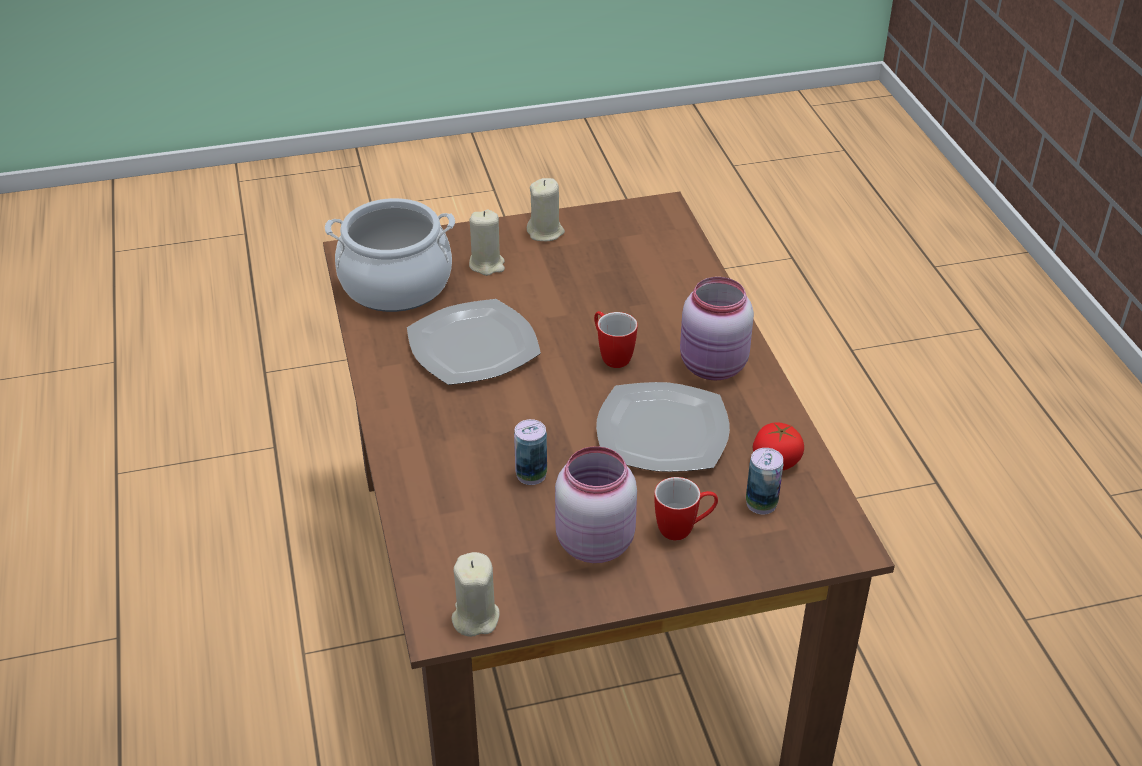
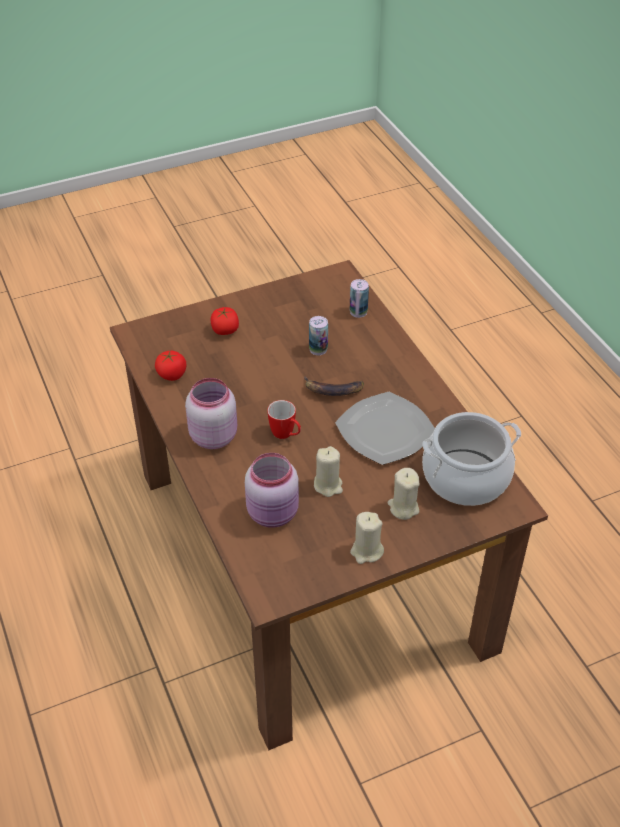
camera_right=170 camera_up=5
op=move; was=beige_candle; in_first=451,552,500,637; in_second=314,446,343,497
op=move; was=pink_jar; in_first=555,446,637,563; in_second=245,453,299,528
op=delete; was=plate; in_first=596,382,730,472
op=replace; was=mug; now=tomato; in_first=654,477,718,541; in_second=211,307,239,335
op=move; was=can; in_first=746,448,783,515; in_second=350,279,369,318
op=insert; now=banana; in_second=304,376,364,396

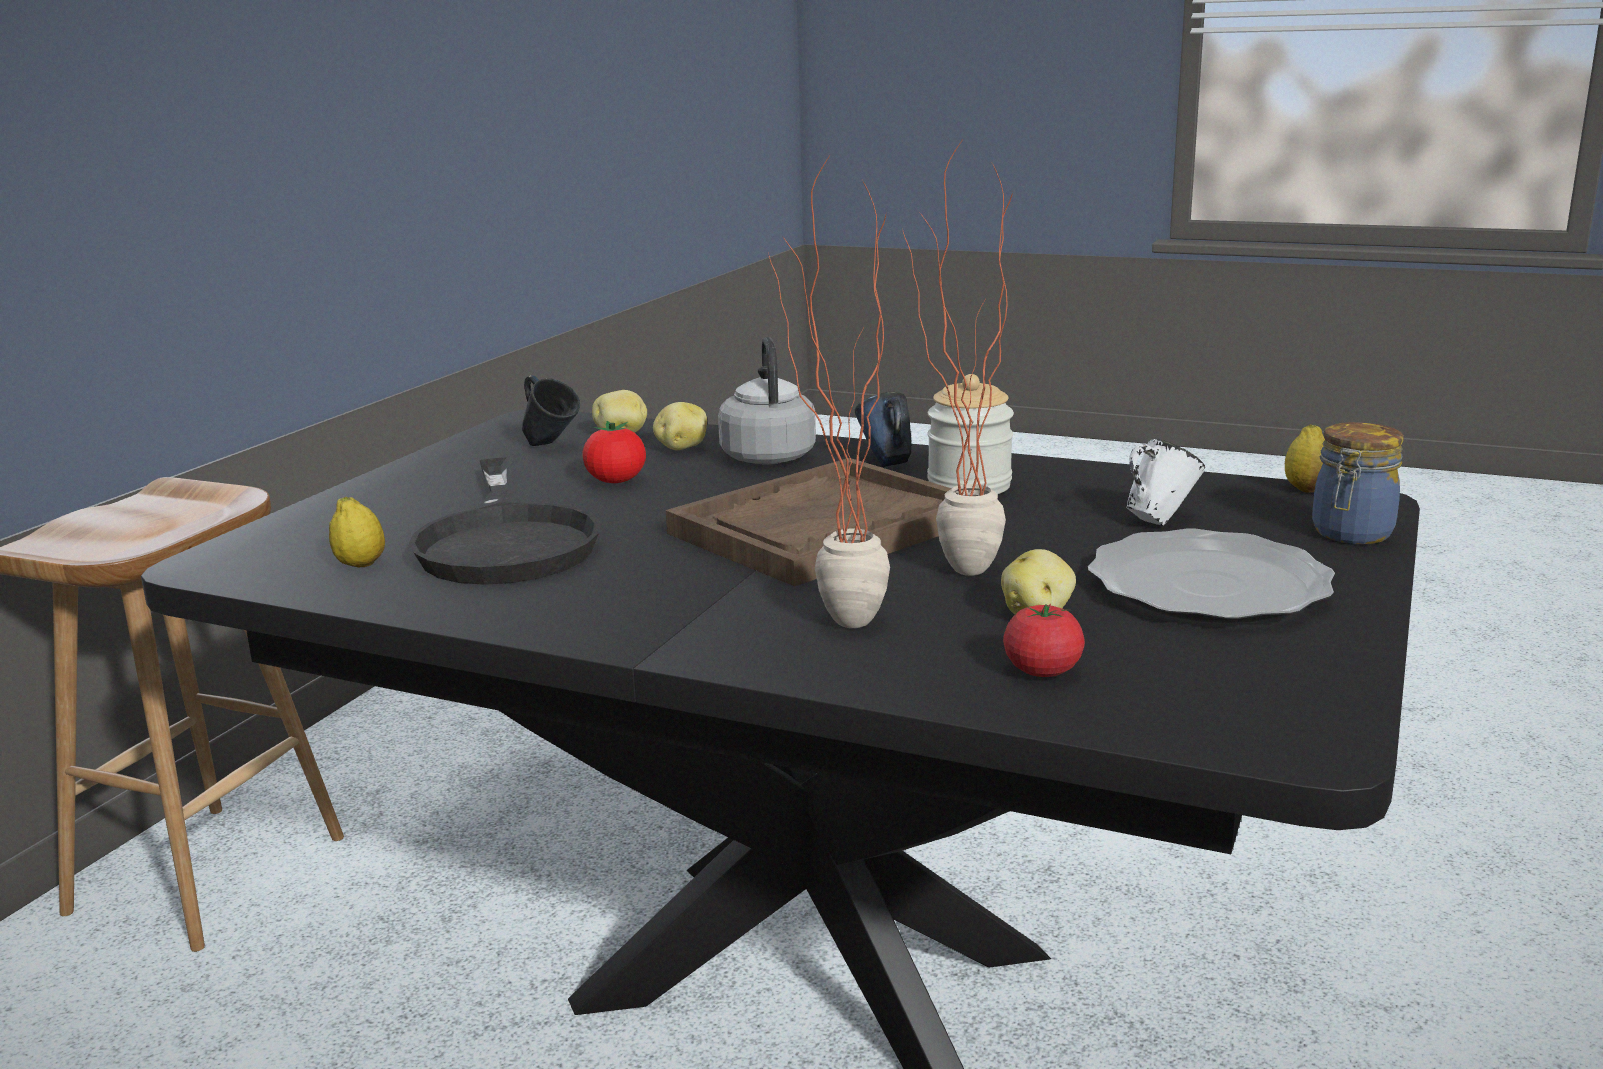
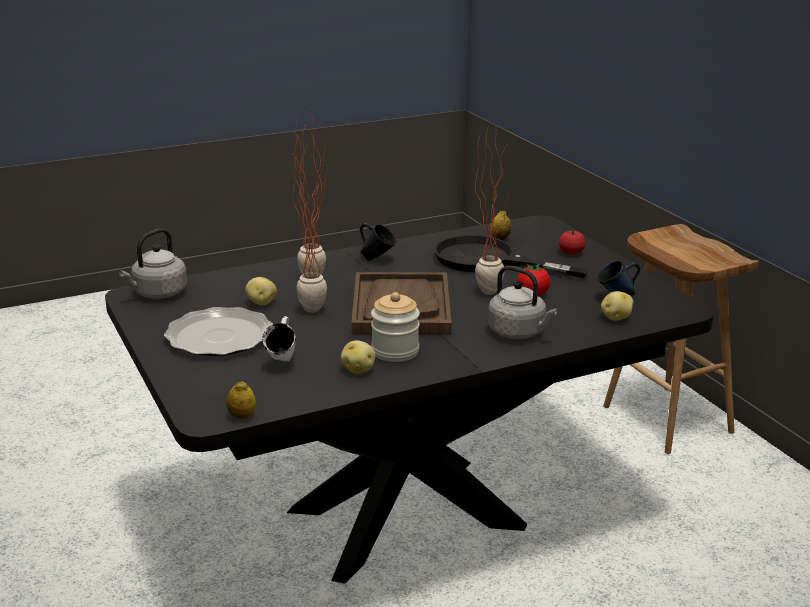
camera_right=130 camera_up=5
op=move; was=potato; in_first=653,402,707,450; in_second=341,340,376,374
op=move; was=blue_mug; in_first=855,392,911,467; in_second=360,223,396,261
op=move; was=tomato; in_first=1003,604,1085,677; in_second=559,230,586,255
op=delete; was=jar; in_first=1312,422,1404,544
op=insert; now=grey_kettle; in_second=119,228,187,299
op=insert; now=potted_plant; in_second=475,113,508,295

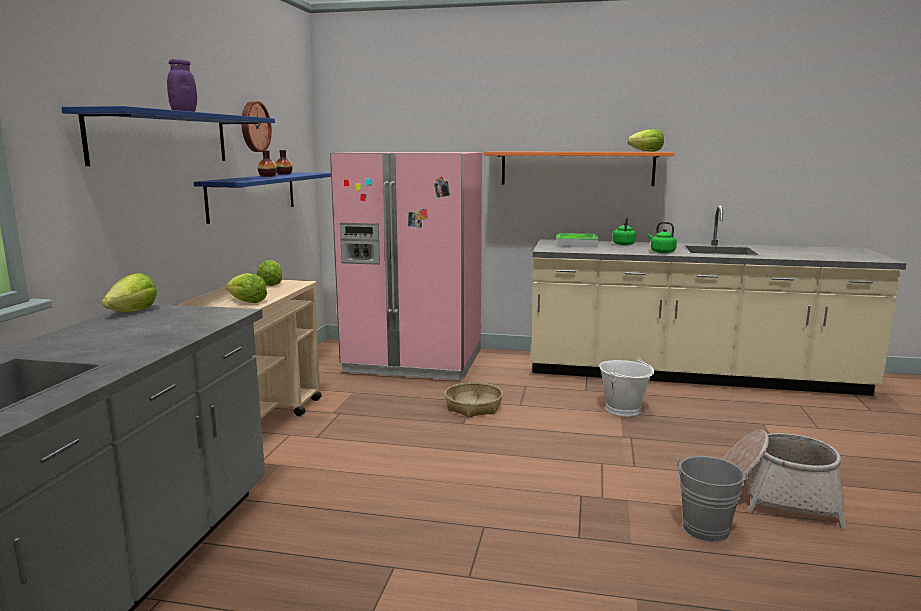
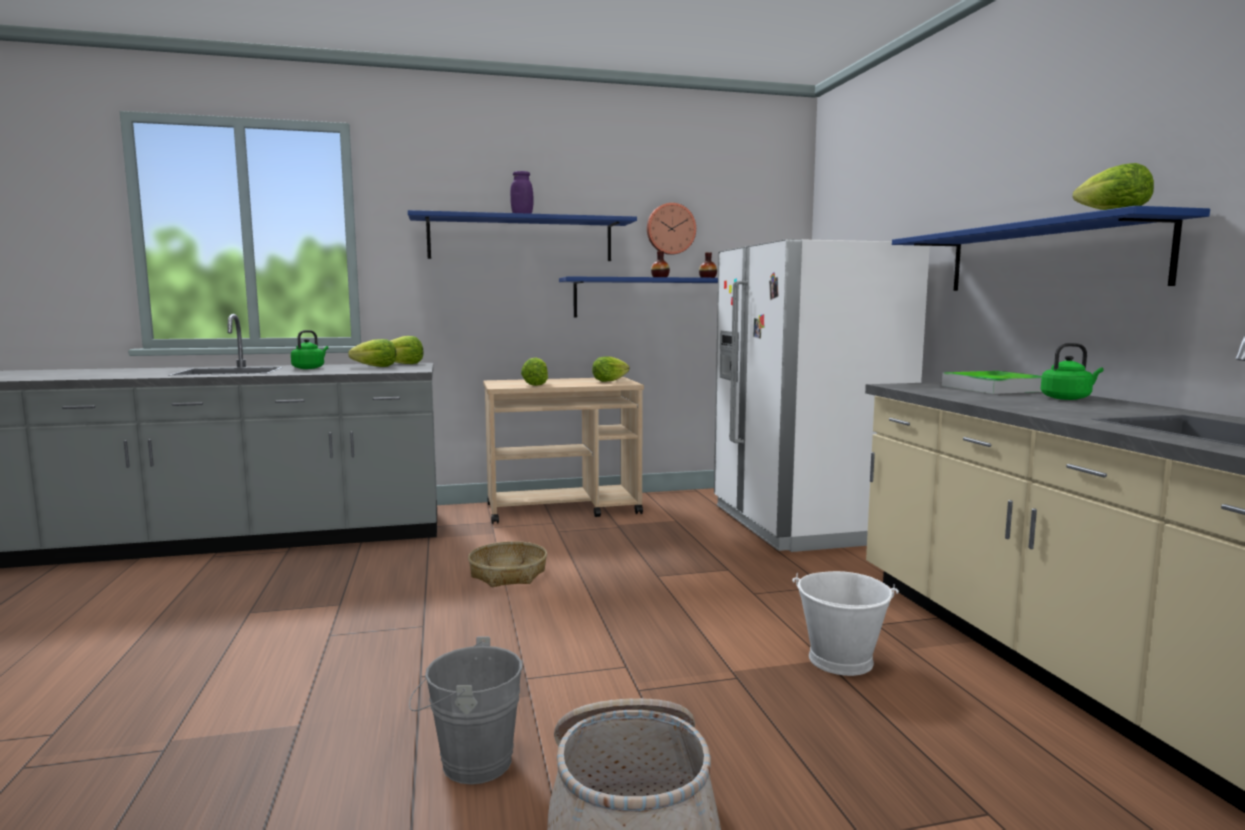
camera_right=65 camera_up=-5
op=recolor; was=pink_fridge; now=white_fridge; in_first=330,152,482,380; in_second=714,239,930,552
op=move; was=basket; in_first=445,382,503,418; in_second=468,541,547,587
op=recolor; was=orange_shelf; now=blue_shelf; in_first=484,152,674,186; in_second=892,206,1210,291
op=move; was=green_kettle; in_first=648,222,677,253; in_second=291,330,328,369
op=insert; now=lettuce; in_second=348,339,396,367

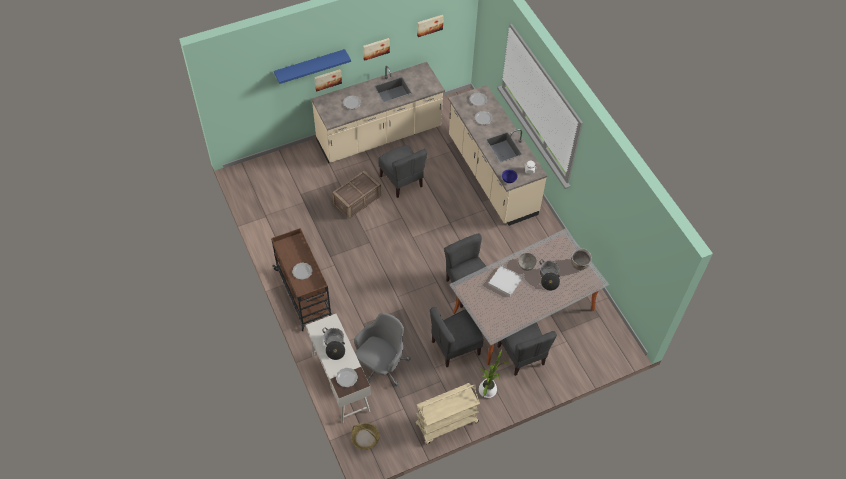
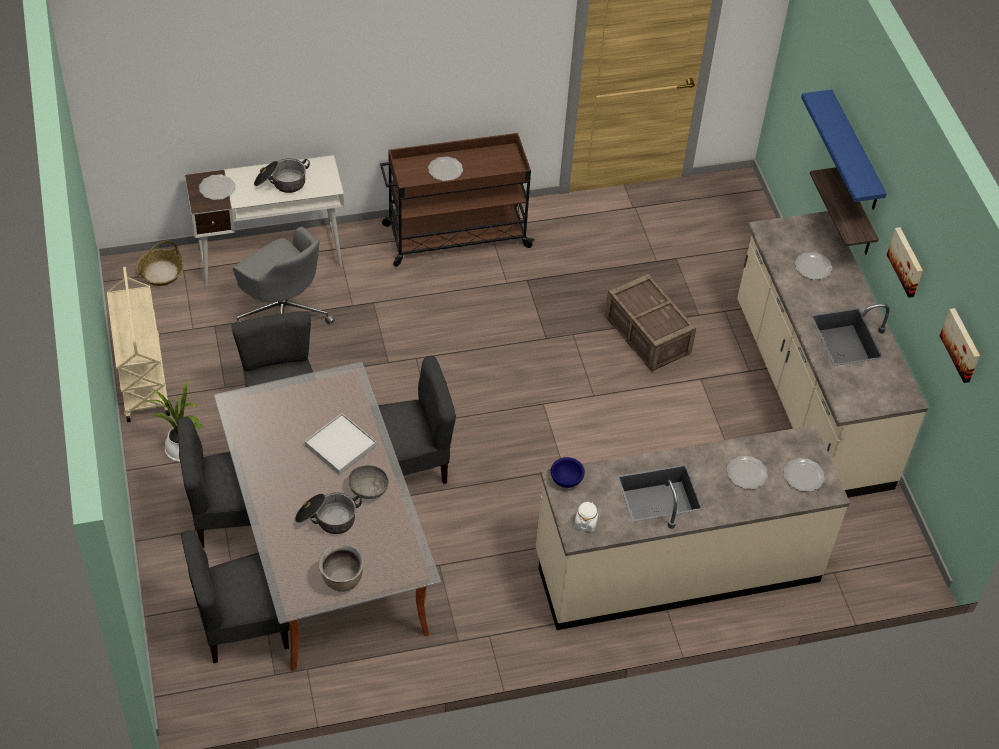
camera_right=100 camera_up=-5
op=replace; was=picture; now=shelf; in_first=314,69,342,92; in_second=810,167,879,254
op=move; was=grey_chair; in_first=378,145,428,198; in_second=181,530,289,663

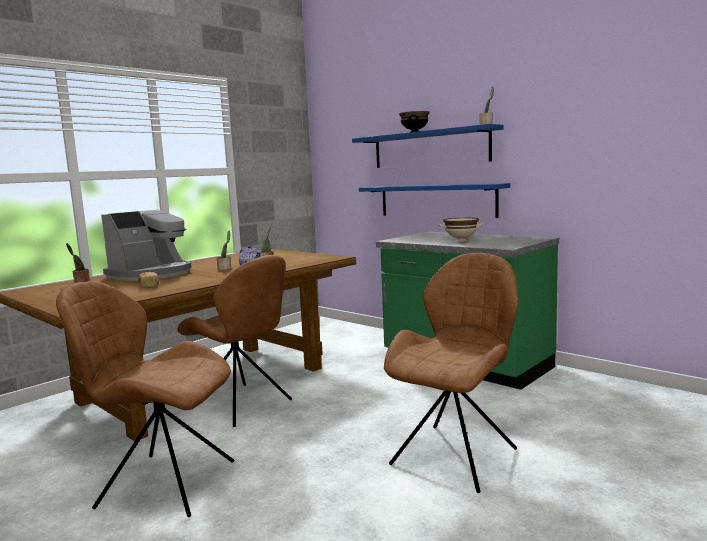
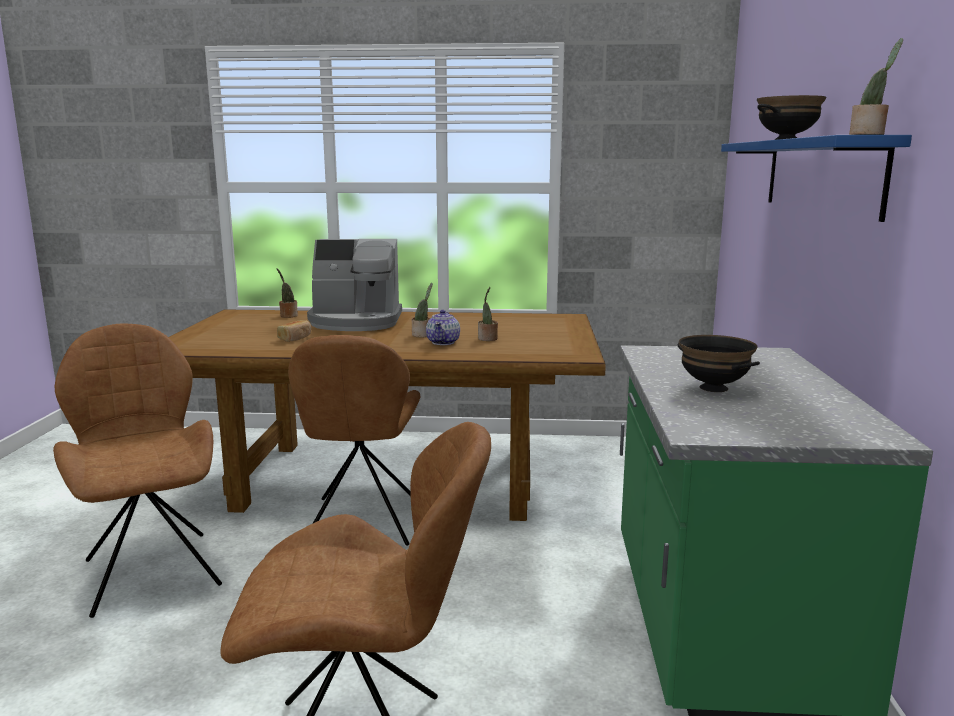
camera_right=50 camera_up=5
op=delete; was=blue_shelf; in_first=359,183,510,218
op=recolor; was=beige_bowl; now=black_bowl; in_first=438,218,485,242; in_second=678,335,760,392

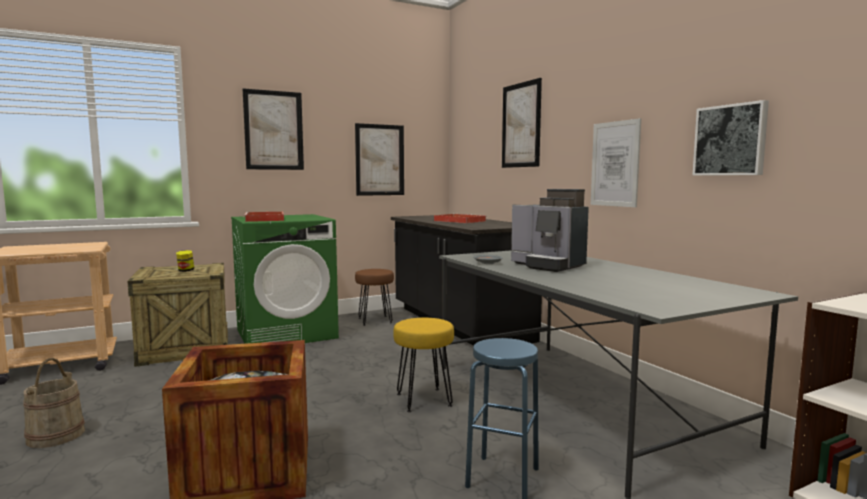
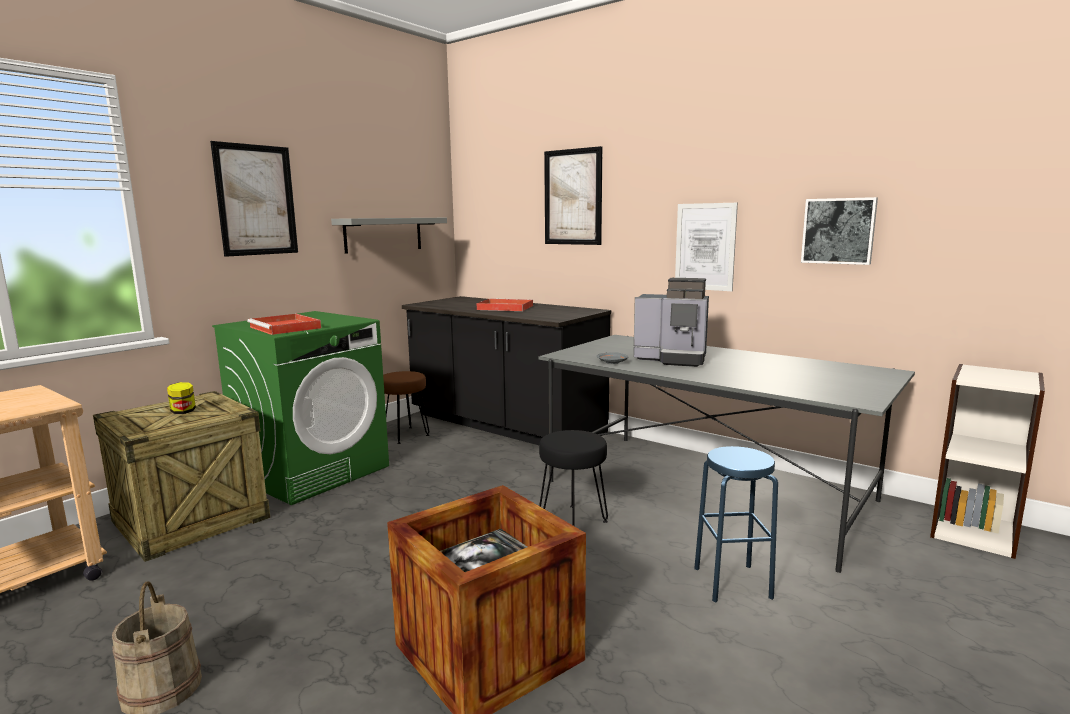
camera_right=-25 camera_up=5
op=replace; was=picture; now=grey_shelf; in_first=355,123,404,196; in_second=331,218,447,254
op=recolor; was=yellow_stool; now=black_stool; in_first=393,318,454,412; in_second=539,430,608,526

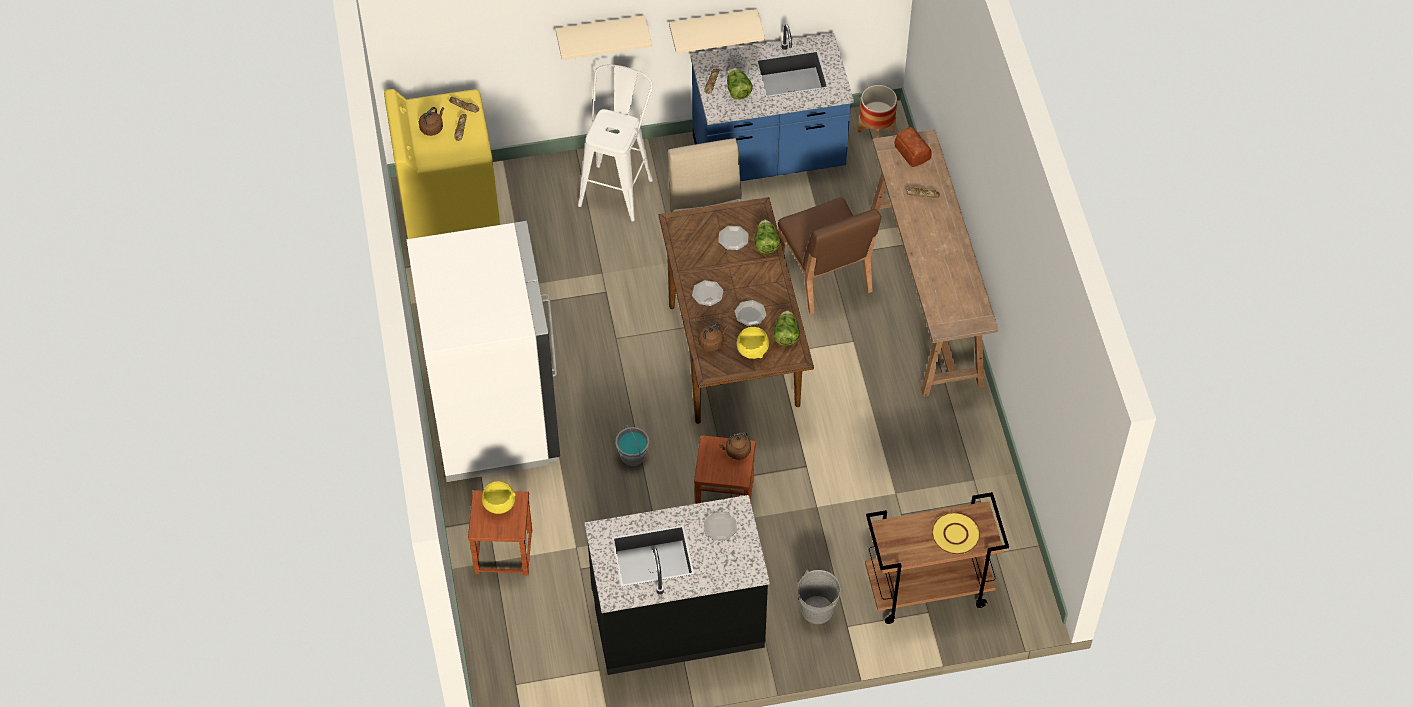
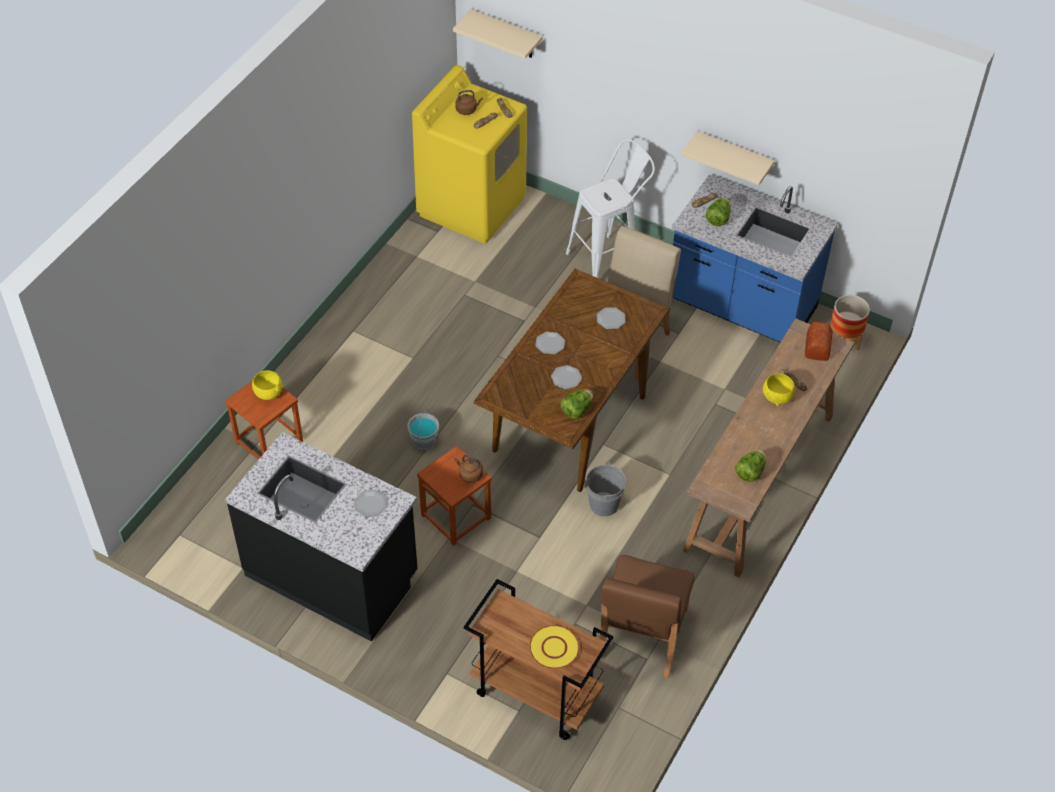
camera_right=40 camera_up=-5
op=delete; was=white_fridge; in_first=406,221,560,482
op=move; was=beige_shelf; in_first=556,15,652,60; in_second=453,9,543,59
op=delete; was=brown_kettle; in_first=698,324,729,351
op=move; was=yellow_bowl; in_first=737,327,769,359; in_second=763,374,795,406
op=move; was=lettuce; in_first=755,220,780,254; in_second=735,450,766,482
op=move; was=brown_chair; in_first=778,197,881,315; in_second=599,555,695,678
op=move; was=grey_bucket; in_first=798,569,841,624; in_second=586,462,626,516

